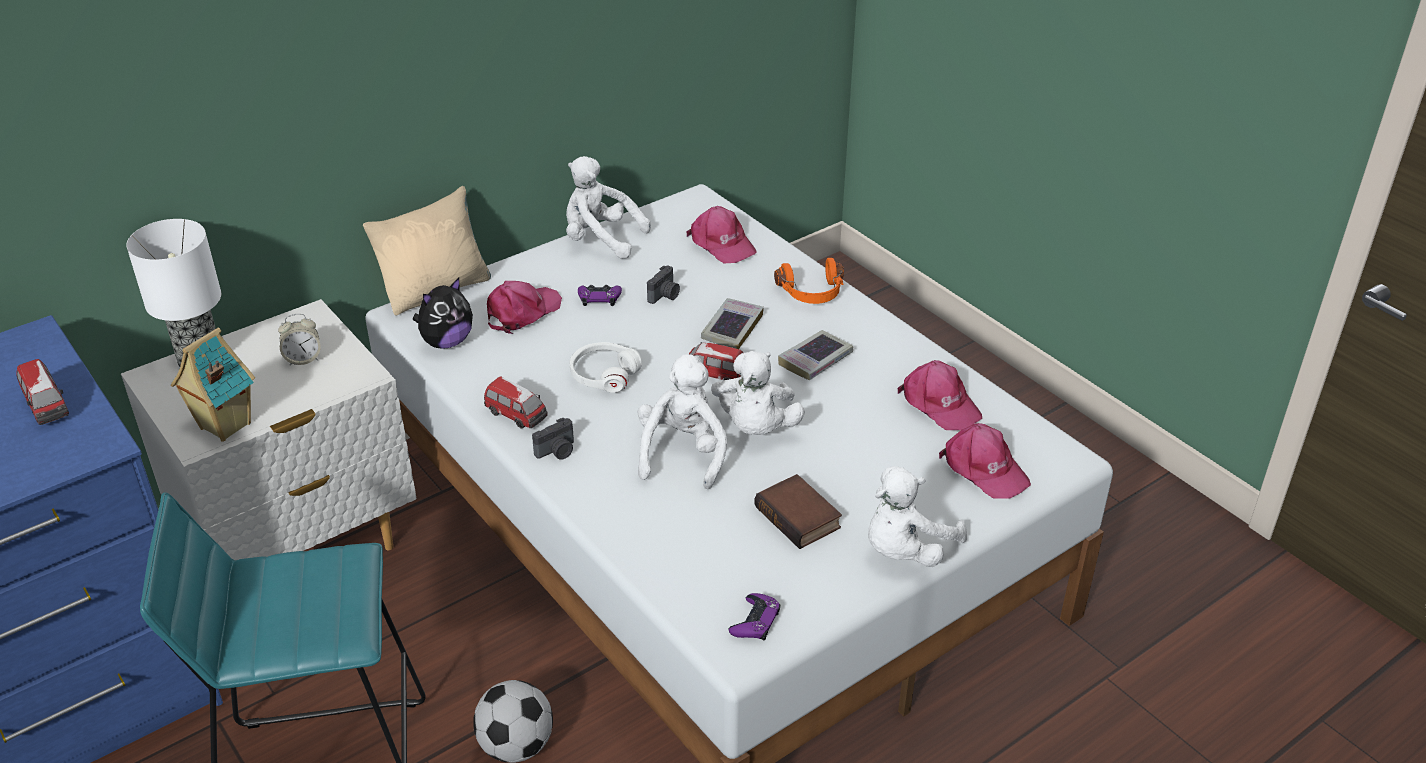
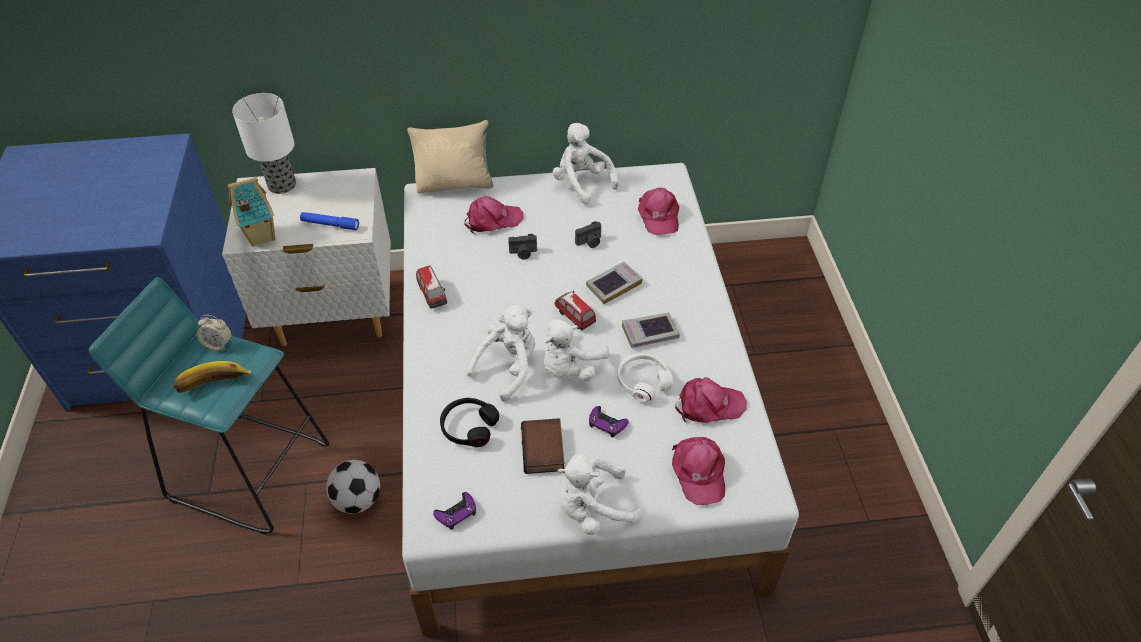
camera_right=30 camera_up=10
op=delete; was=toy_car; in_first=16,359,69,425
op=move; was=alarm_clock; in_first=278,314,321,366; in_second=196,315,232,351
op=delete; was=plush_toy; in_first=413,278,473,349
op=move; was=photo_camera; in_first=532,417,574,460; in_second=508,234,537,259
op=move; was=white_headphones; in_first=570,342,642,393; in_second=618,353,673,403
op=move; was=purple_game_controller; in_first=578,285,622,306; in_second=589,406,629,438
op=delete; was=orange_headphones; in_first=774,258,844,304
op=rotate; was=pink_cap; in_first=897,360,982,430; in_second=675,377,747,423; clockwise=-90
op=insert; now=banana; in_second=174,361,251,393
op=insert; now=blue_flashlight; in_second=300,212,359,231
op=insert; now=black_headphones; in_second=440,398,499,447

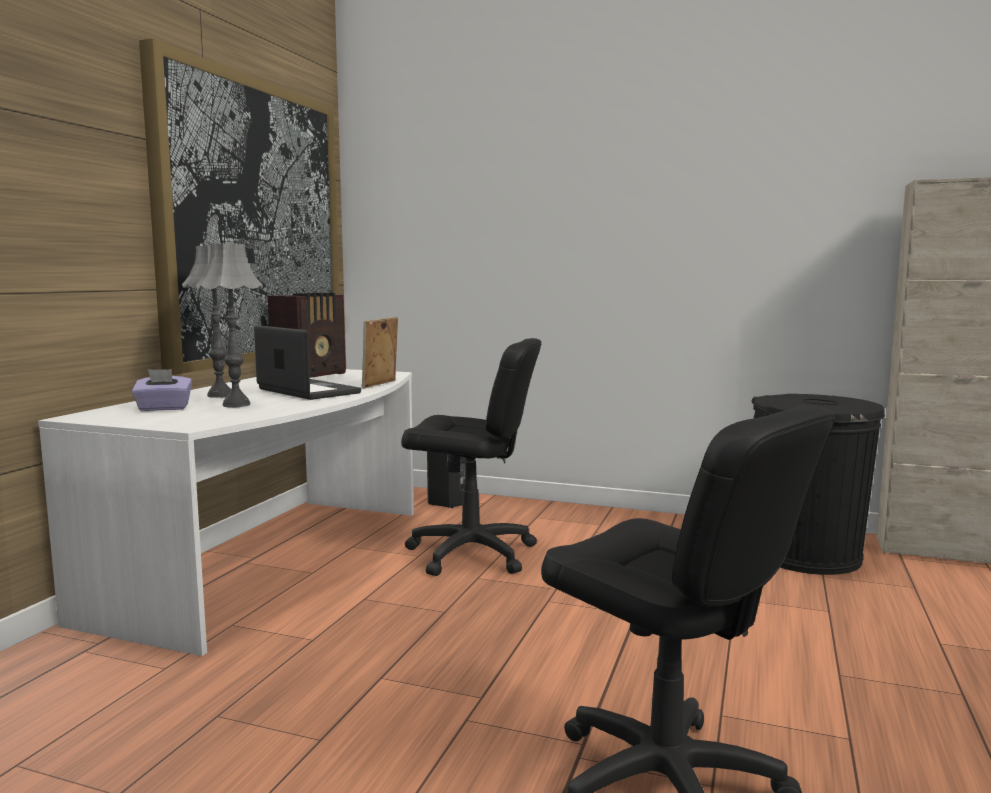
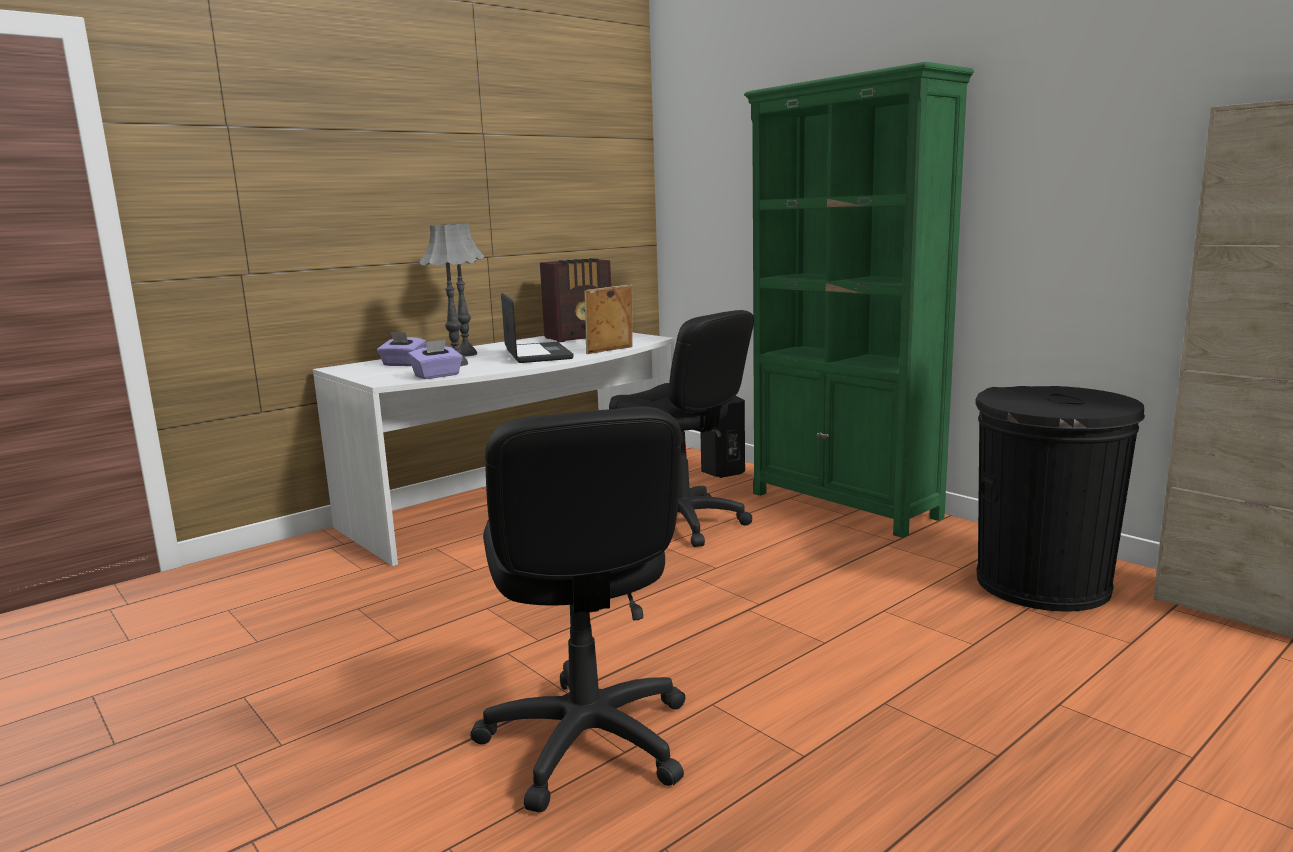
camera_right=30 camera_up=5
op=delete; was=picture; in_first=139,38,339,375
op=insert; now=purple_tissue_box; in_second=408,339,463,379
op=insert; now=green_bookcase; in_second=744,62,974,538

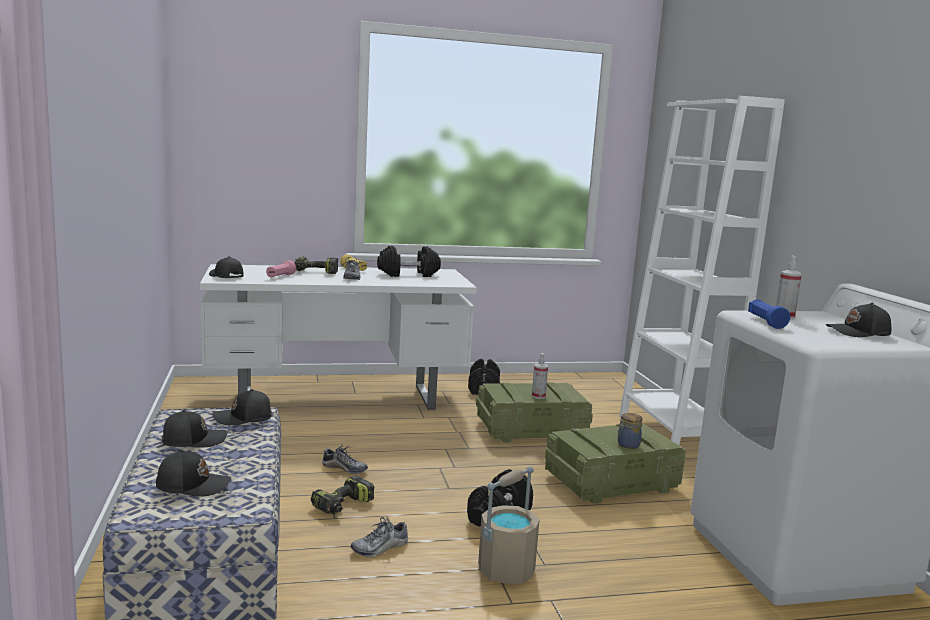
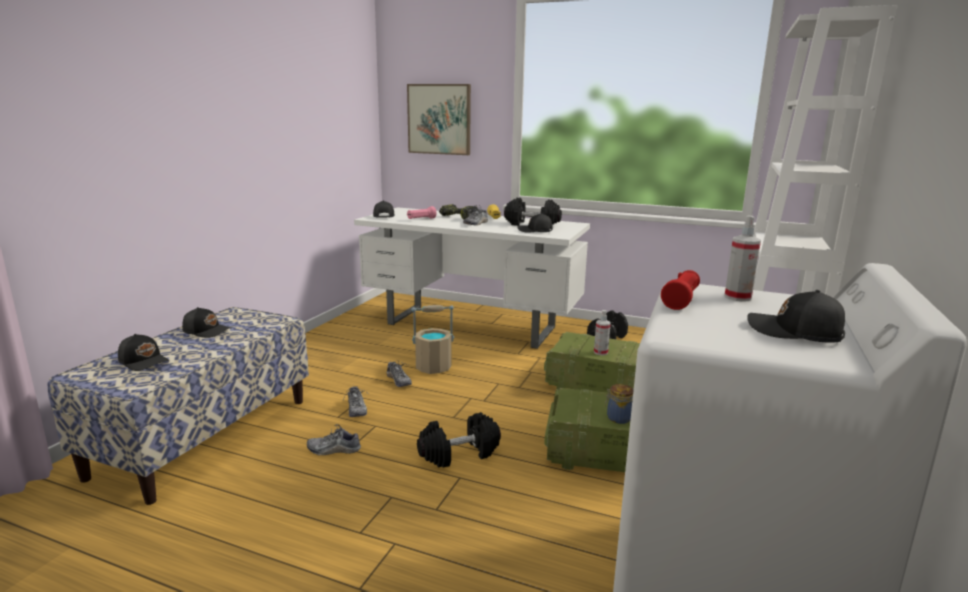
camera_right=35 camera_up=5
op=move; was=black_cap; in_first=212,389,272,425; in_second=517,213,553,233
op=replace; was=power_drill; now=shoe; in_first=311,476,374,514; in_second=343,386,367,417
op=move; was=beige_bucket; in_first=478,466,540,584; in_second=411,305,454,374
op=recolor; was=blue_flashlight; now=red_flashlight; in_first=748,299,790,329; in_second=661,270,700,310
op=insert; now=picture; in_second=407,84,471,155

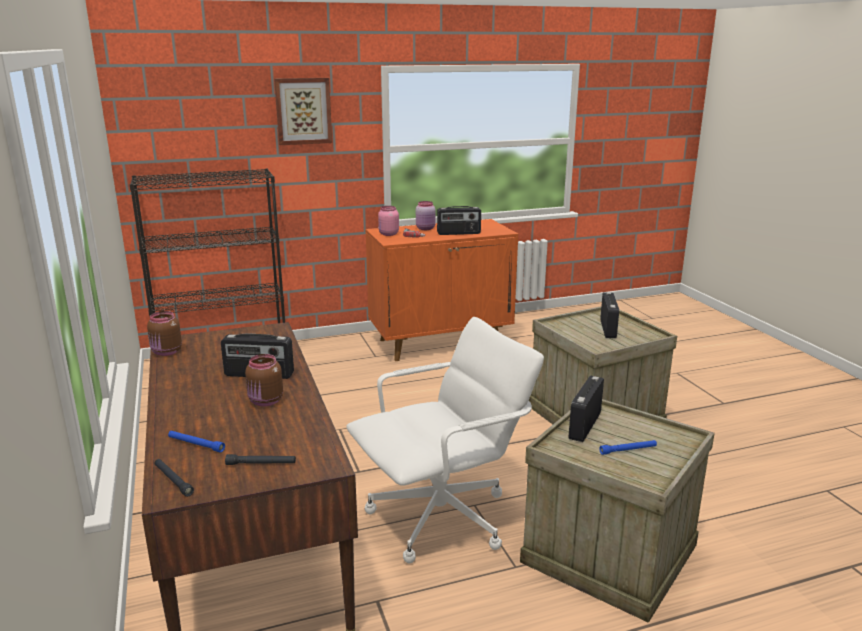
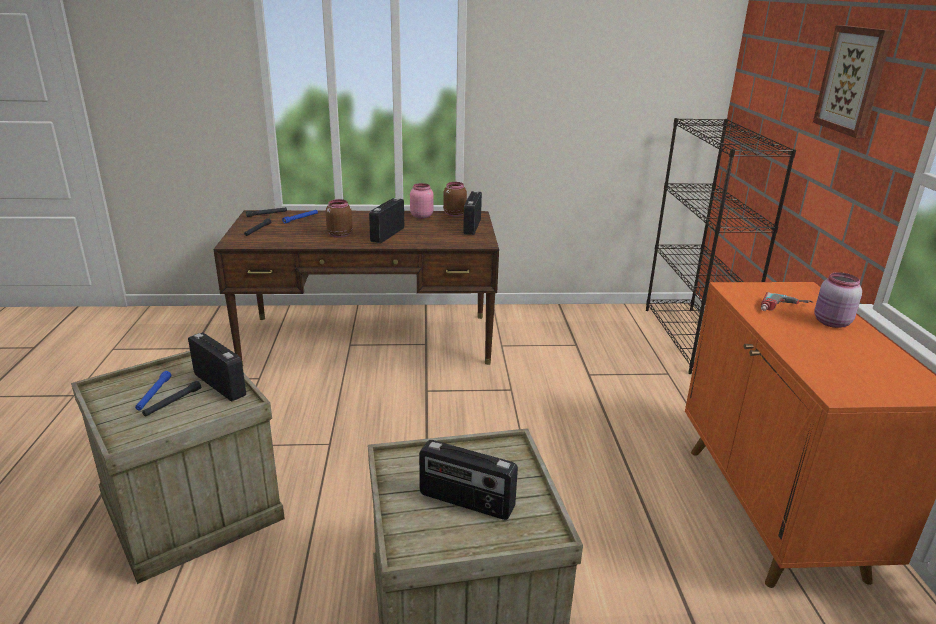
camera_right=105 camera_up=5
op=delete; was=white_office_chair; in_first=346,317,544,563
op=move; was=pink_jar; in_first=378,206,399,236; in_second=410,183,434,218
op=move; was=radio; in_first=437,206,481,235; in_second=463,191,482,235
op=insert; now=black_flashlight; in_second=142,381,201,416

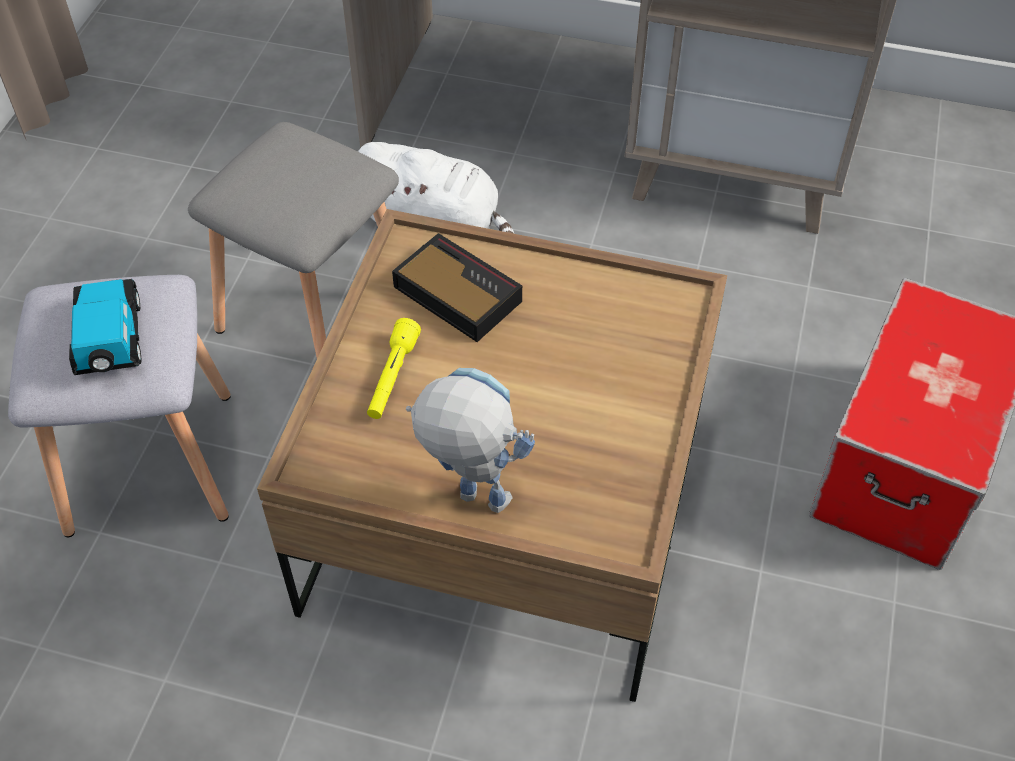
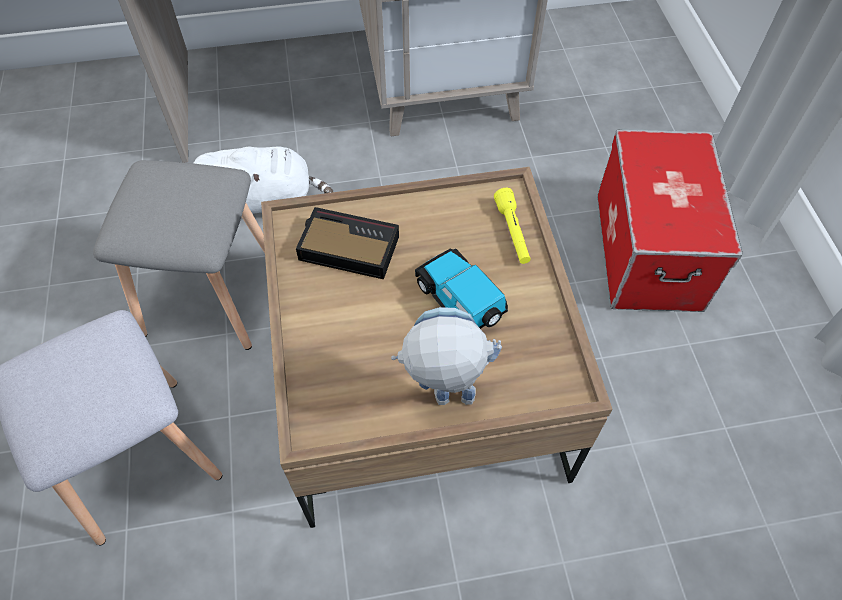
camera_right=-25 camera_up=5
op=move; was=toy_car; in_first=69,279,141,375; in_second=415,248,508,329
op=move; was=yellow_flashlight; in_first=367,318,421,419; in_second=494,188,531,264

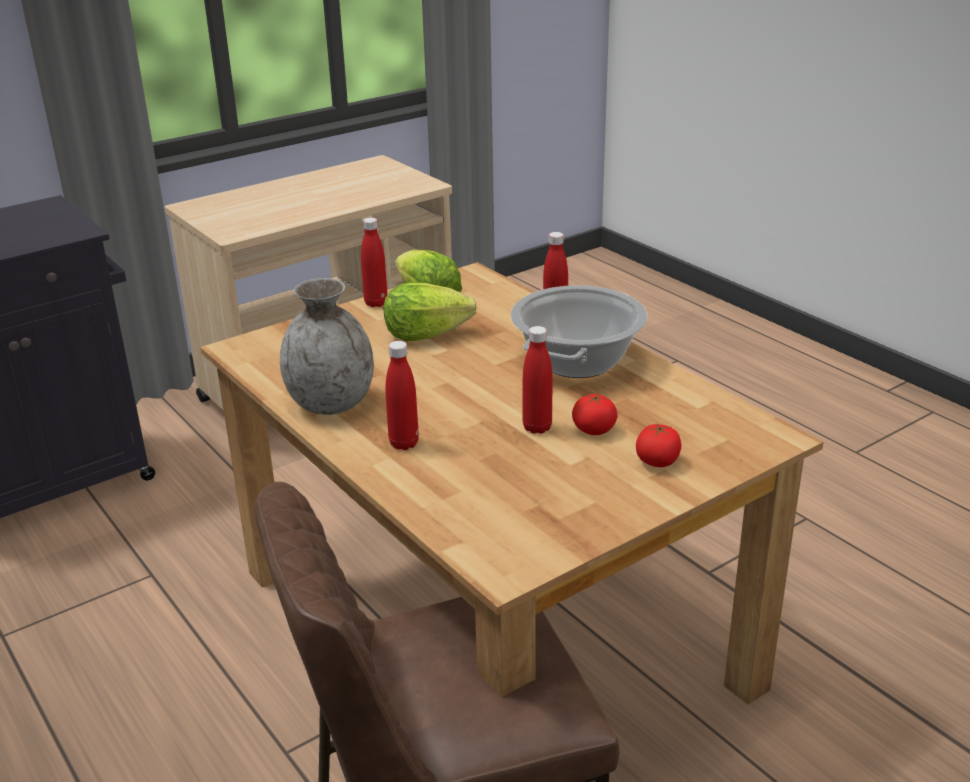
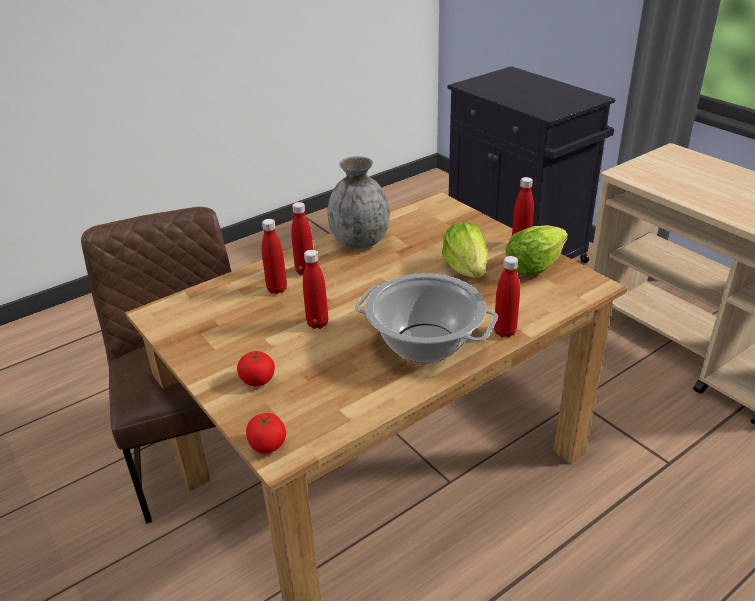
camera_right=90 camera_up=5
op=move; was=tomato; in_first=572,393,618,435; in_second=246,413,286,454
op=insert; now=red_bottle; in_second=262,219,287,294

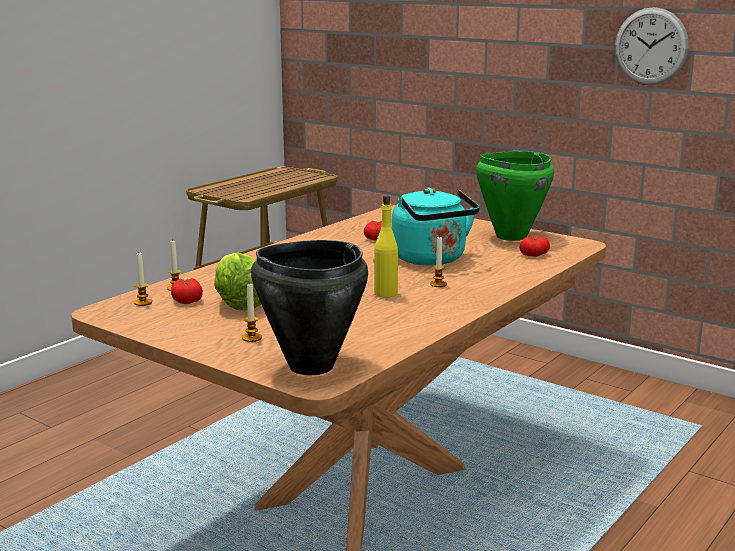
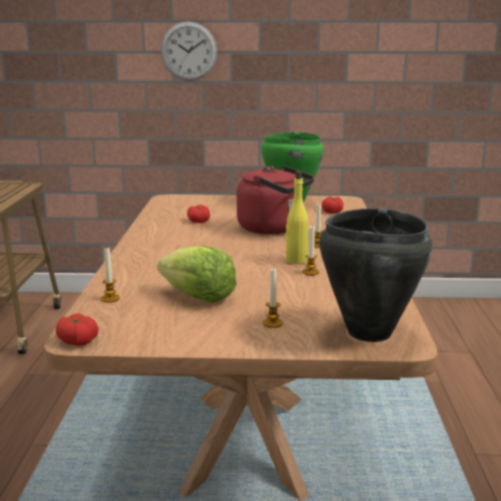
camera_right=-35 camera_up=0
op=move; was=candle; in_first=134,253,152,306; in_second=303,226,319,275
op=move; was=tomato; in_first=171,278,203,304; in_second=56,314,99,346
op=recolor; was=turquoise_kettle; now=red_kettle; in_first=392,188,480,265; in_second=237,165,314,234
op=move; was=wall_clock; in_first=615,7,689,85; in_second=161,22,217,81

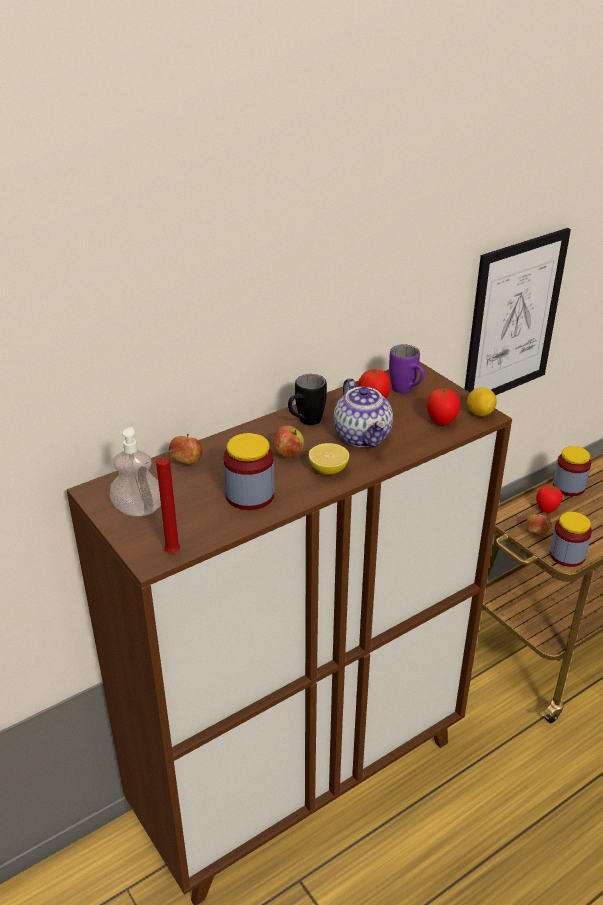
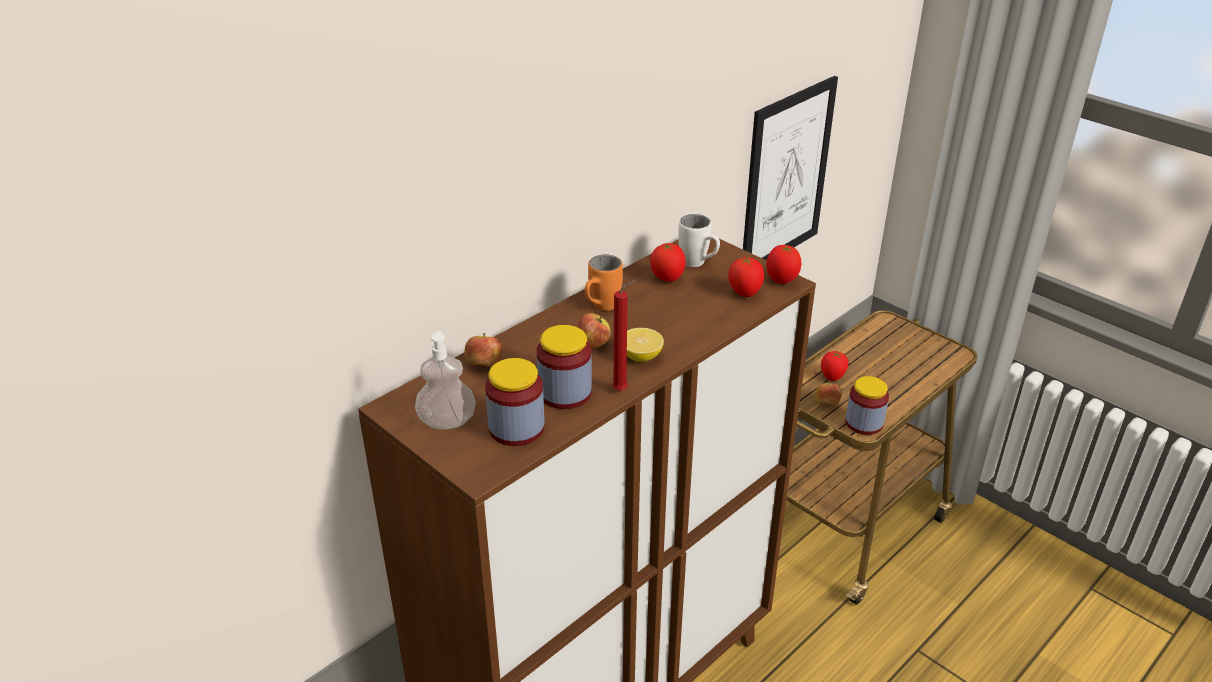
camera_right=-10 camera_up=0
op=move; was=red_candle; in_first=156,448,180,553; in_second=612,280,635,391
op=recolor; was=black_mug; now=orange_mug; in_first=288,374,327,425; in_second=585,255,623,311
op=delete; was=teapot; in_first=334,378,393,447
op=recolor; was=purple_mug; now=white_mug; in_first=389,344,425,394; in_second=678,214,720,267
op=replace; was=lemon; now=tomato; in_first=467,387,497,416; in_second=766,245,801,284
op=move; was=jar; in_first=553,446,591,496; in_second=485,358,545,446

